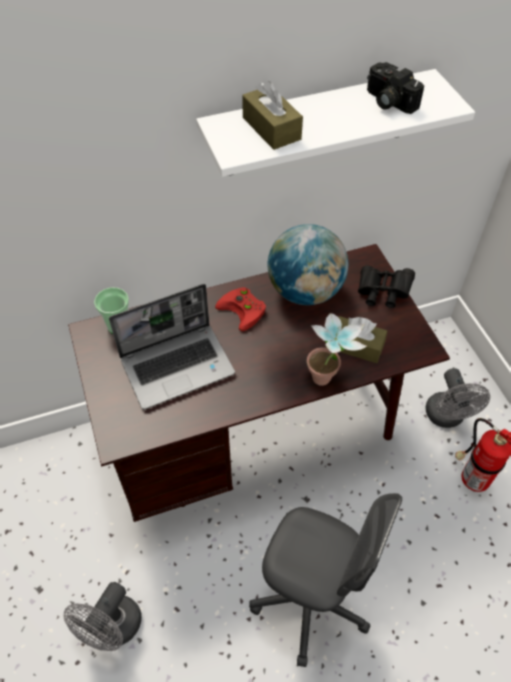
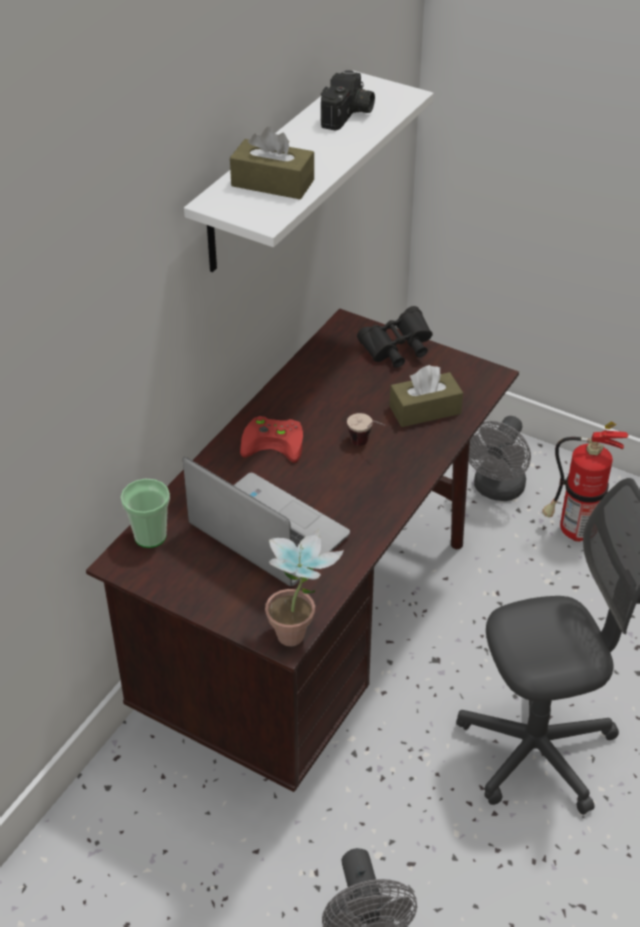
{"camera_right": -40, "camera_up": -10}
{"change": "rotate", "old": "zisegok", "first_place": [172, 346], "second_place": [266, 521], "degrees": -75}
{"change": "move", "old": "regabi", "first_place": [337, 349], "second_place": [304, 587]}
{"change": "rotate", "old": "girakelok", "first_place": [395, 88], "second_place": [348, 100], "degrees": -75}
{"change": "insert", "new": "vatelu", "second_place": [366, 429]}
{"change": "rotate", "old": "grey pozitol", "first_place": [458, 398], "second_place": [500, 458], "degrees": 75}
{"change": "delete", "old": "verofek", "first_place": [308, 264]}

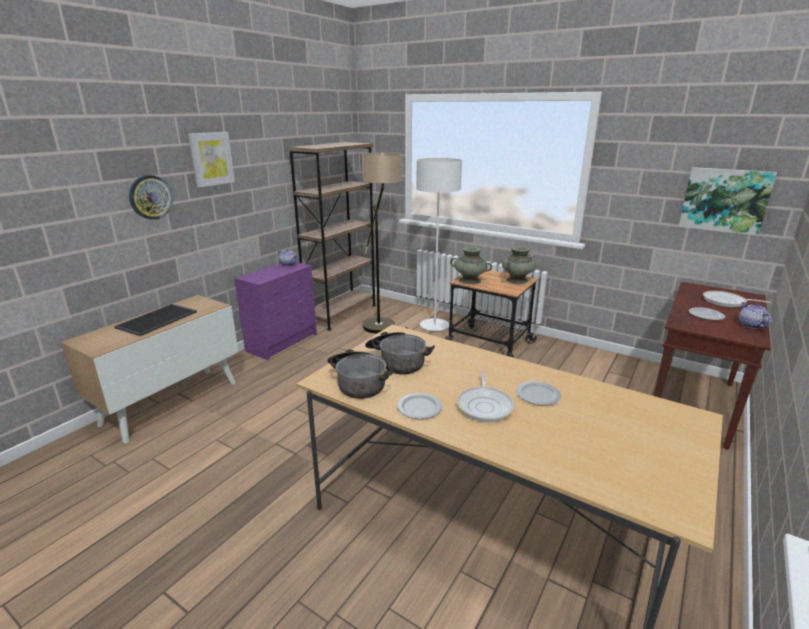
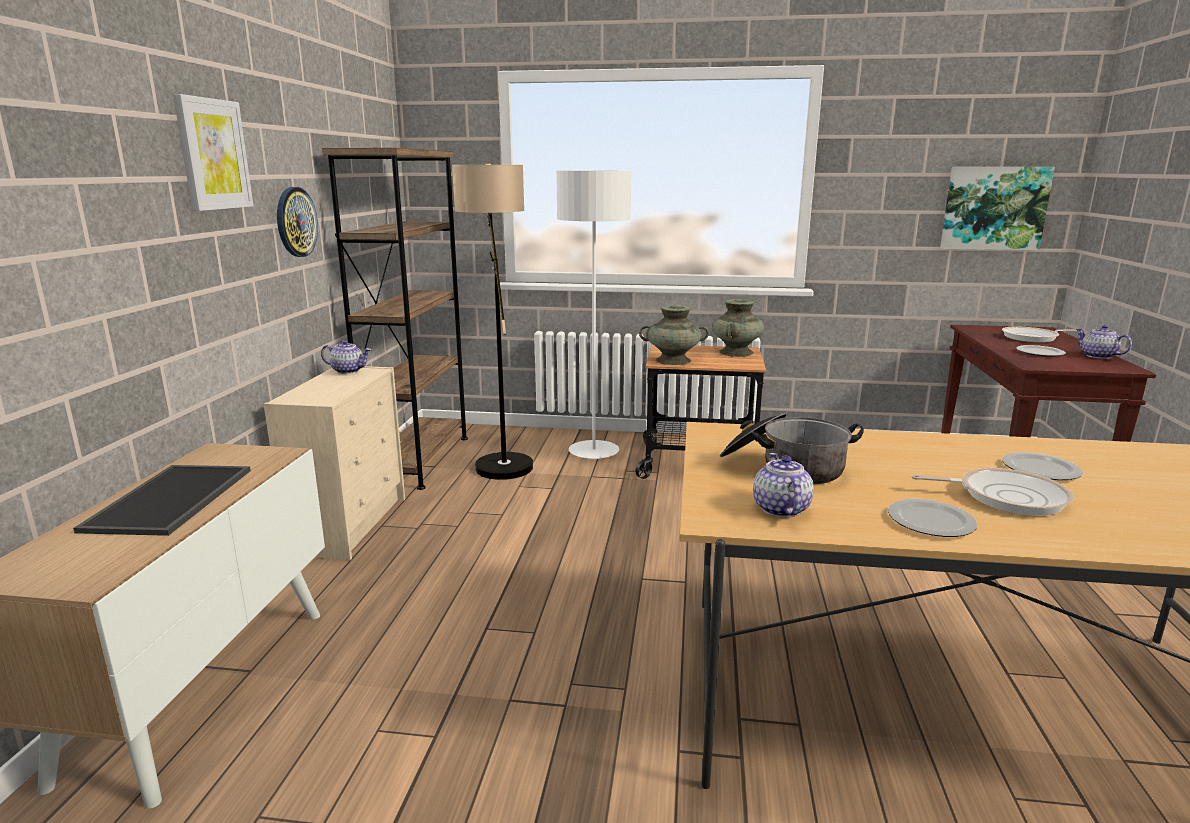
{"camera_right": -25, "camera_up": -5}
{"change": "recolor", "old": "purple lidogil", "new": "beige lidogil", "first_place": [275, 311], "second_place": [334, 463]}
{"change": "move", "old": "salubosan", "first_place": [151, 197], "second_place": [297, 222]}
{"change": "replace", "old": "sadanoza", "new": "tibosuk", "first_place": [360, 374], "second_place": [783, 485]}
{"change": "rotate", "old": "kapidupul", "first_place": [485, 396], "second_place": [992, 492], "degrees": -60}

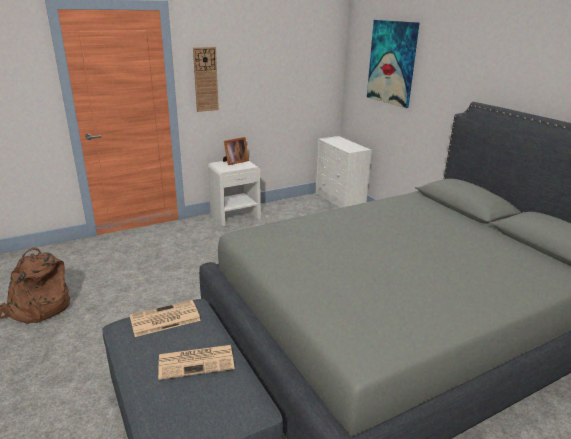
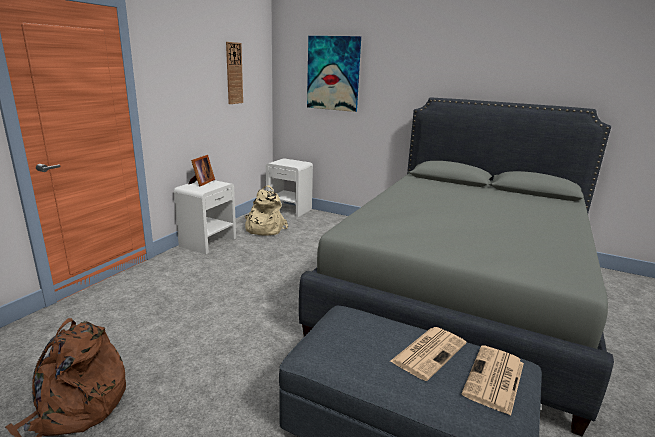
{"camera_right": -35, "camera_up": -5}
{"change": "move", "old": "salubosan", "first_place": [206, 79], "second_place": [234, 73]}
{"change": "insert", "new": "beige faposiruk", "second_place": [266, 210]}
{"change": "replace", "old": "white lidogil", "new": "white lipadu", "first_place": [343, 172], "second_place": [289, 187]}
{"change": "move", "old": "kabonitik", "first_place": [165, 318], "second_place": [492, 380]}

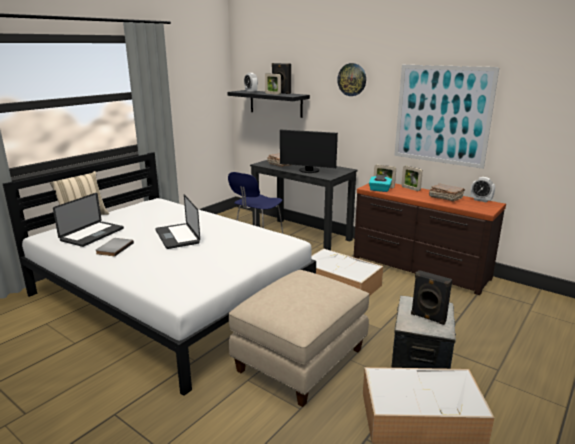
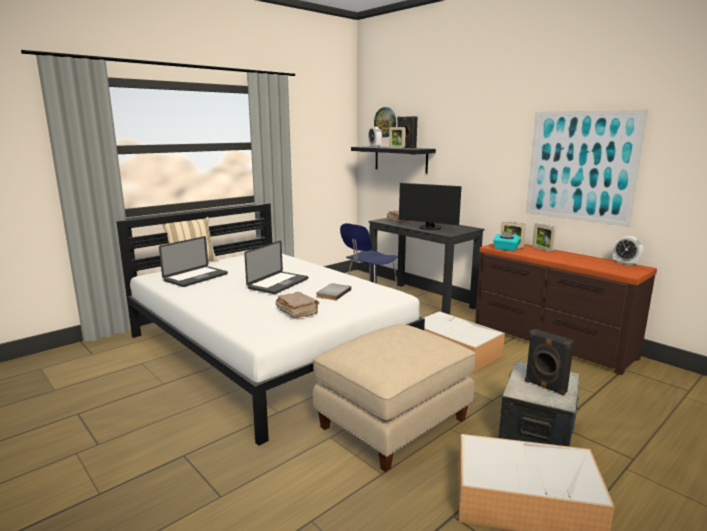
{"camera_right": 10, "camera_up": -5}
{"change": "rotate", "old": "zisegok", "first_place": [177, 221], "second_place": [276, 267], "degrees": -135}
{"change": "move", "old": "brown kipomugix", "first_place": [447, 193], "second_place": [297, 305]}
{"change": "move", "old": "grey kipomugix", "first_place": [115, 247], "second_place": [333, 291]}
{"change": "move", "old": "salubosan", "first_place": [351, 79], "second_place": [385, 122]}

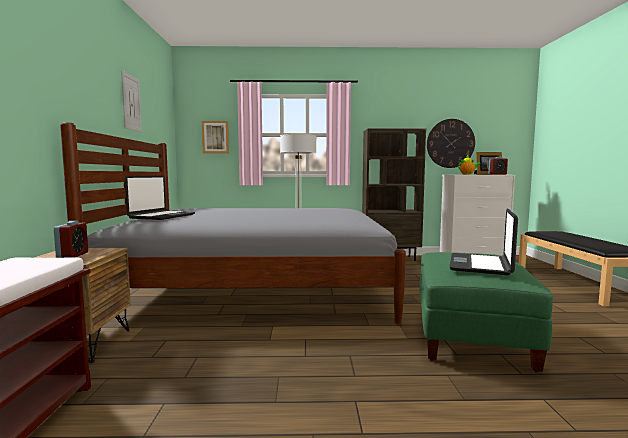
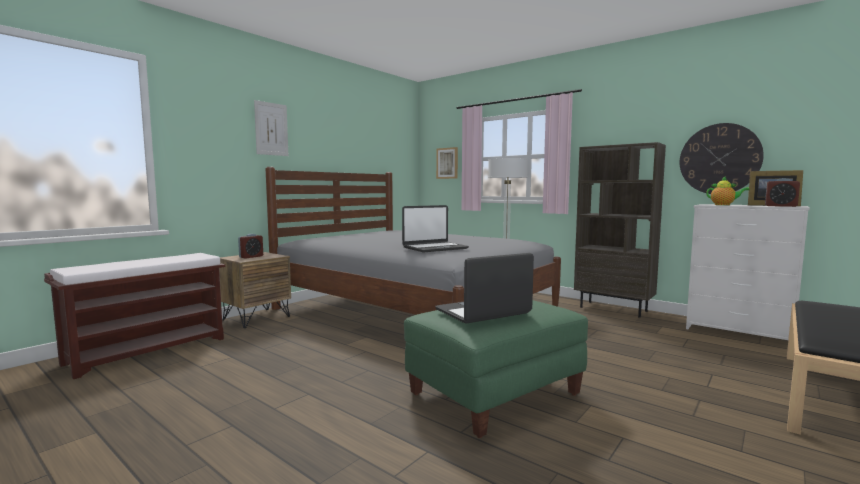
{"camera_right": 40, "camera_up": 0}
{"change": "move", "old": "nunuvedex", "first_place": [131, 101], "second_place": [271, 128]}
{"change": "move", "old": "zisegok", "first_place": [160, 197], "second_place": [435, 229]}

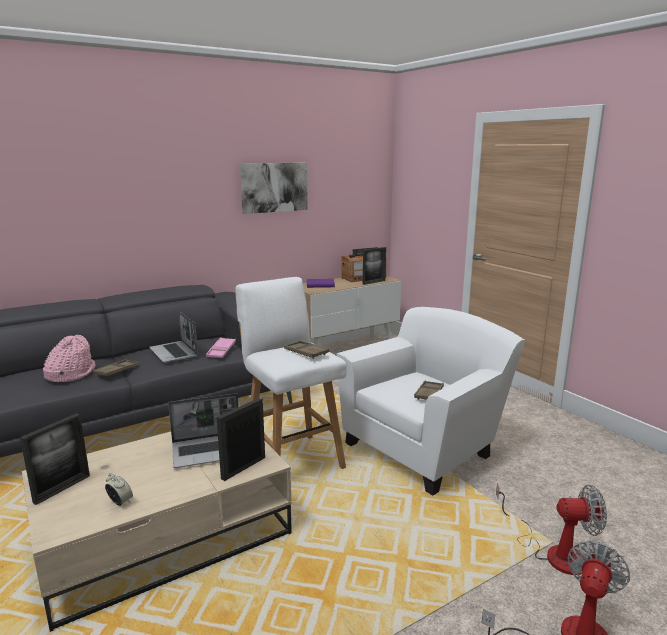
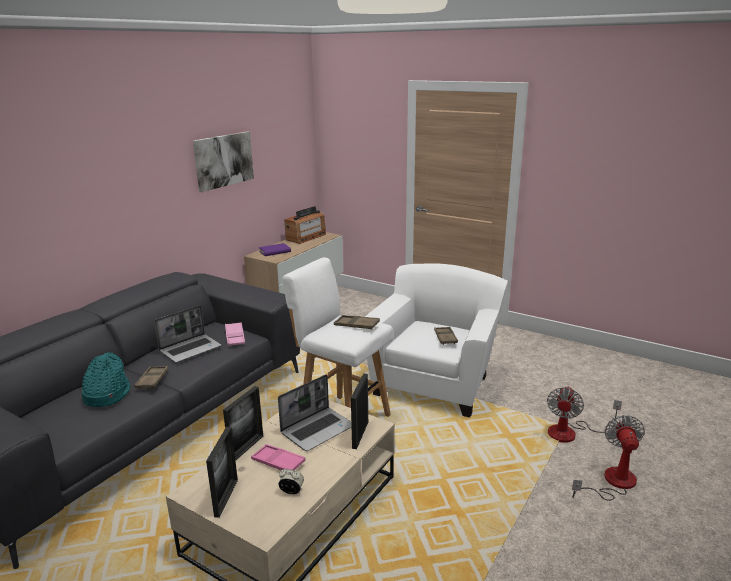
{"camera_right": -25, "camera_up": 5}
{"change": "recolor", "old": "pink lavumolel", "new": "turquoise lavumolel", "first_place": [69, 358], "second_place": [106, 379]}
{"change": "rotate", "old": "zisegok", "first_place": [173, 337], "second_place": [188, 334], "degrees": -75}
{"change": "move", "old": "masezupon", "first_place": [374, 266], "second_place": [243, 423]}
{"change": "insert", "new": "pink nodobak", "second_place": [278, 457]}
{"change": "rotate", "old": "pozitol", "first_place": [551, 529], "second_place": [584, 414], "degrees": 135}

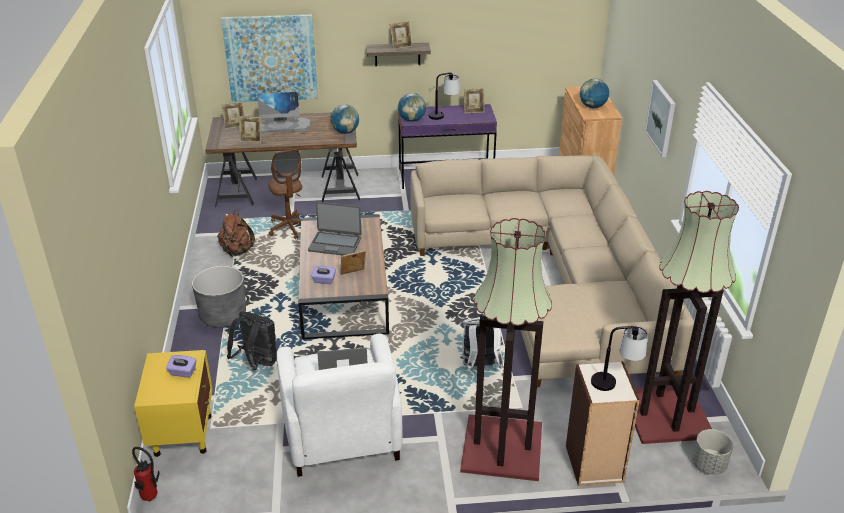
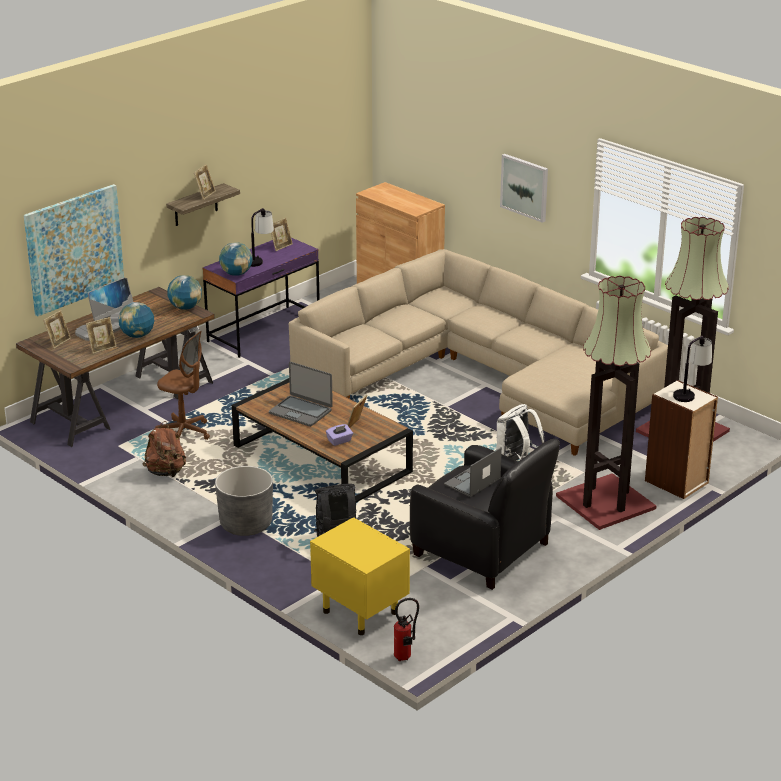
{"camera_right": -40, "camera_up": -5}
{"change": "move", "old": "verofek", "first_place": [594, 93], "second_place": [136, 320]}
{"change": "rotate", "old": "zisegok", "first_place": [334, 228], "second_place": [301, 394], "degrees": 60}
{"change": "recolor", "old": "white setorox", "new": "black setorox", "first_place": [340, 405], "second_place": [485, 514]}
{"change": "delete", "old": "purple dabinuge", "first_place": [181, 366]}
{"change": "delete", "old": "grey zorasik", "first_place": [712, 452]}

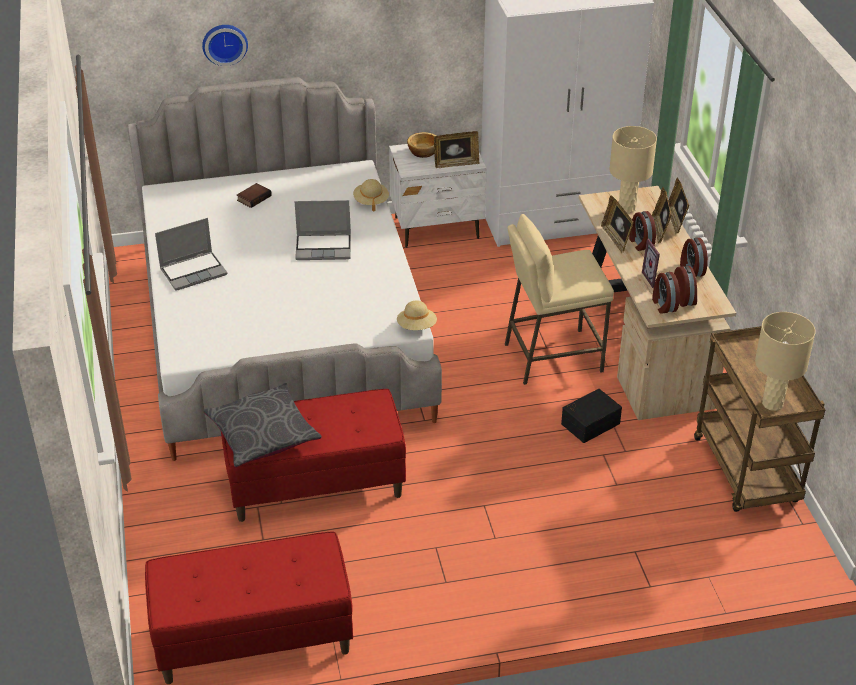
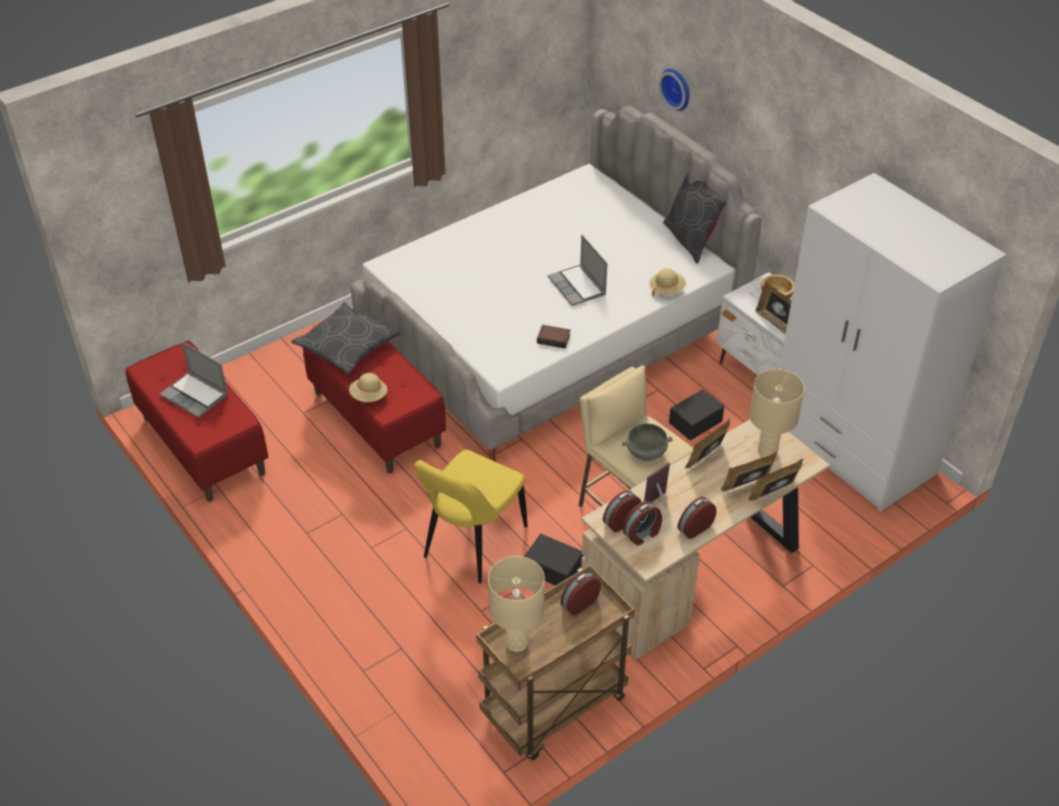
{"camera_right": 65, "camera_up": 5}
{"change": "move", "old": "zisegok", "first_place": [191, 254], "second_place": [194, 380]}
{"change": "move", "old": "beige lavumolel", "first_place": [417, 315], "second_place": [368, 387]}
{"change": "insert", "new": "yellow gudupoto", "second_place": [470, 517]}
{"change": "move", "old": "kipomugix", "first_place": [254, 195], "second_place": [554, 336]}
{"change": "move", "old": "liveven", "first_place": [642, 231], "second_place": [580, 593]}
{"change": "insert", "new": "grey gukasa", "second_place": [647, 442]}
{"change": "insert", "new": "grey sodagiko", "second_place": [695, 218]}
{"change": "insert", "new": "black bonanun", "second_place": [696, 414]}

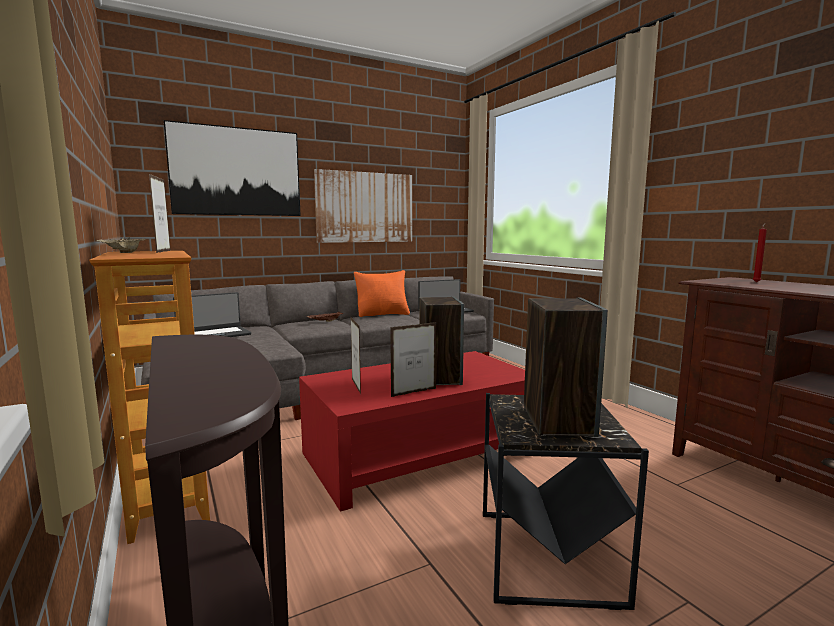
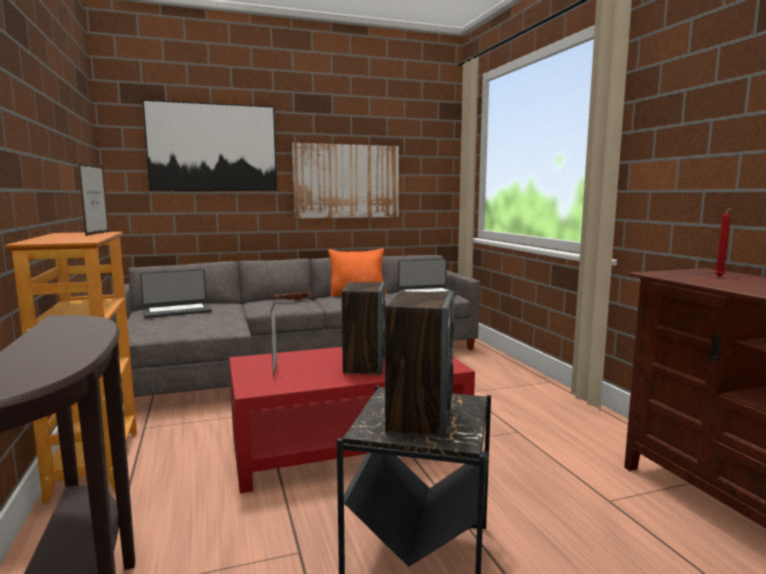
{"camera_right": 10, "camera_up": 0}
{"change": "delete", "old": "beige nodobak", "first_place": [121, 245]}
{"change": "delete", "old": "masezupon", "first_place": [413, 359]}

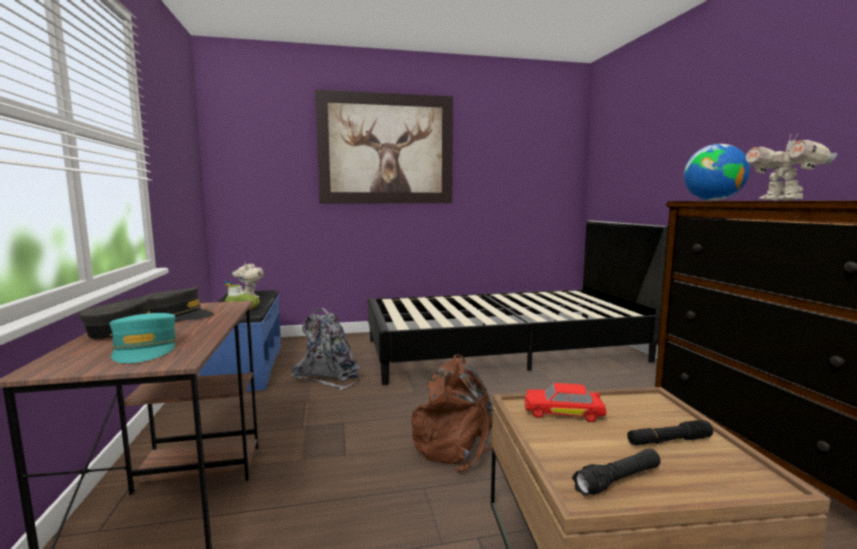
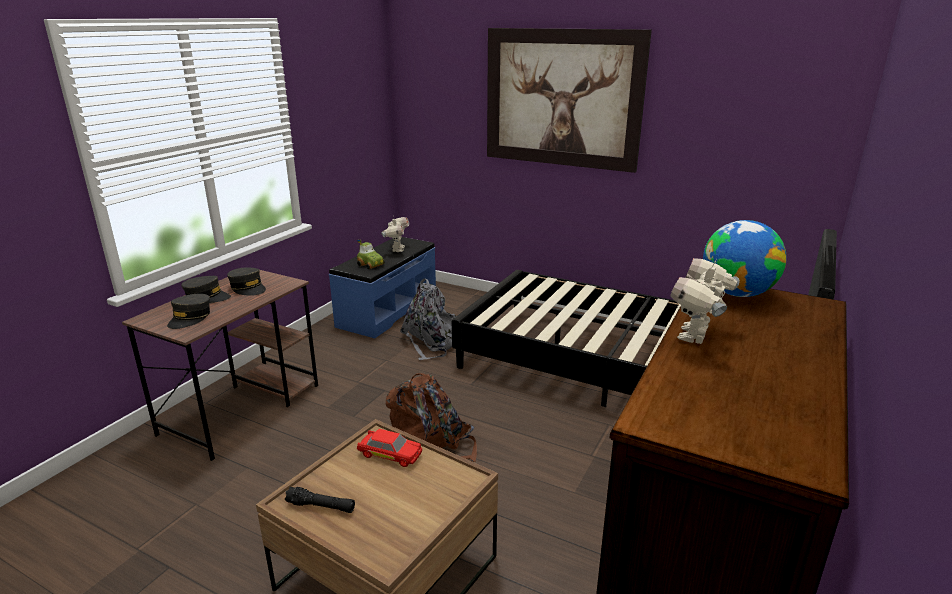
{"camera_right": 40, "camera_up": 15}
{"change": "recolor", "old": "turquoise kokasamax", "new": "grey kokasamax", "first_place": [143, 338], "second_place": [188, 311]}
{"change": "rotate", "old": "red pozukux", "first_place": [566, 402], "second_place": [389, 448], "degrees": 150}
{"change": "delete", "old": "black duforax", "first_place": [670, 432]}

